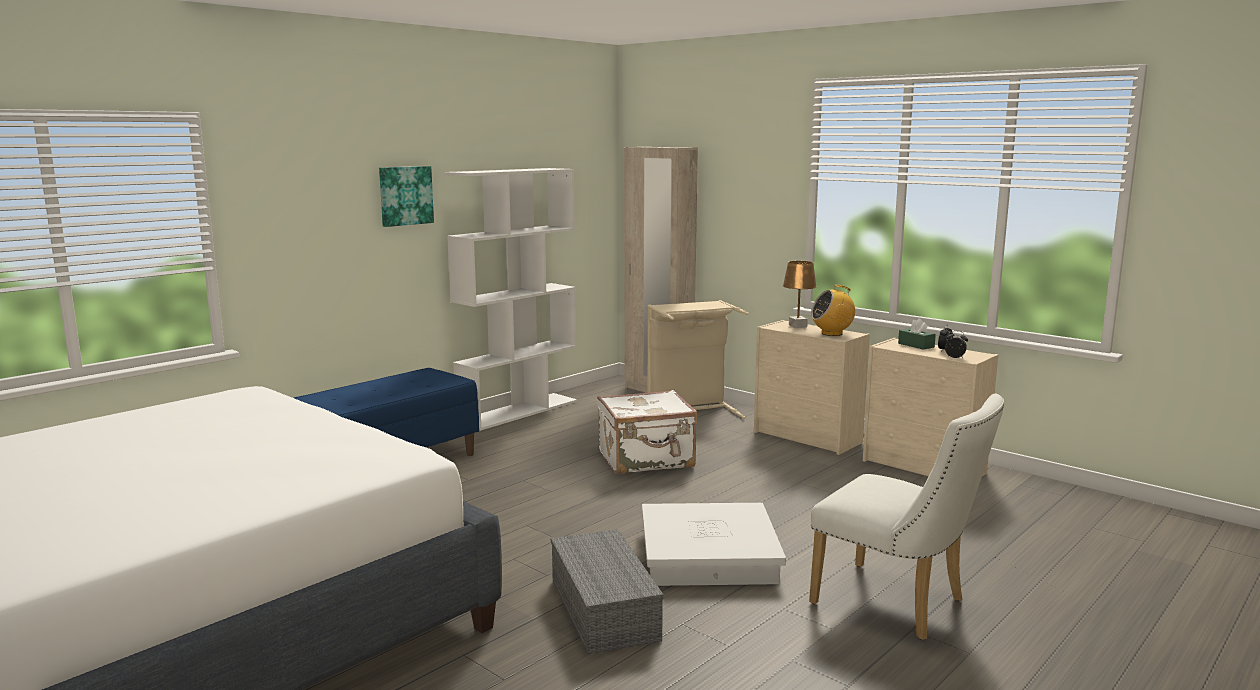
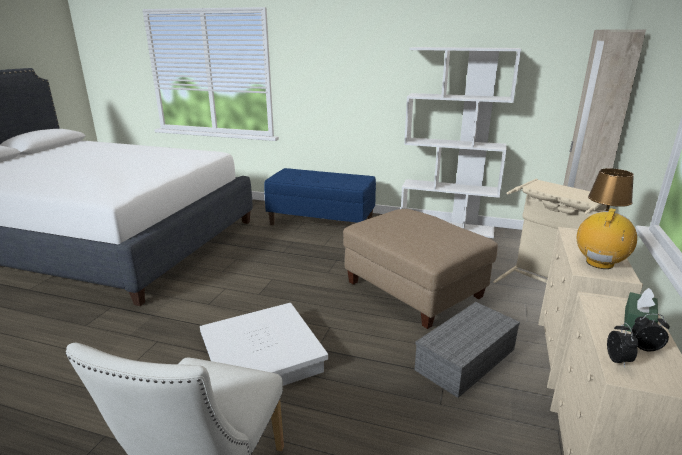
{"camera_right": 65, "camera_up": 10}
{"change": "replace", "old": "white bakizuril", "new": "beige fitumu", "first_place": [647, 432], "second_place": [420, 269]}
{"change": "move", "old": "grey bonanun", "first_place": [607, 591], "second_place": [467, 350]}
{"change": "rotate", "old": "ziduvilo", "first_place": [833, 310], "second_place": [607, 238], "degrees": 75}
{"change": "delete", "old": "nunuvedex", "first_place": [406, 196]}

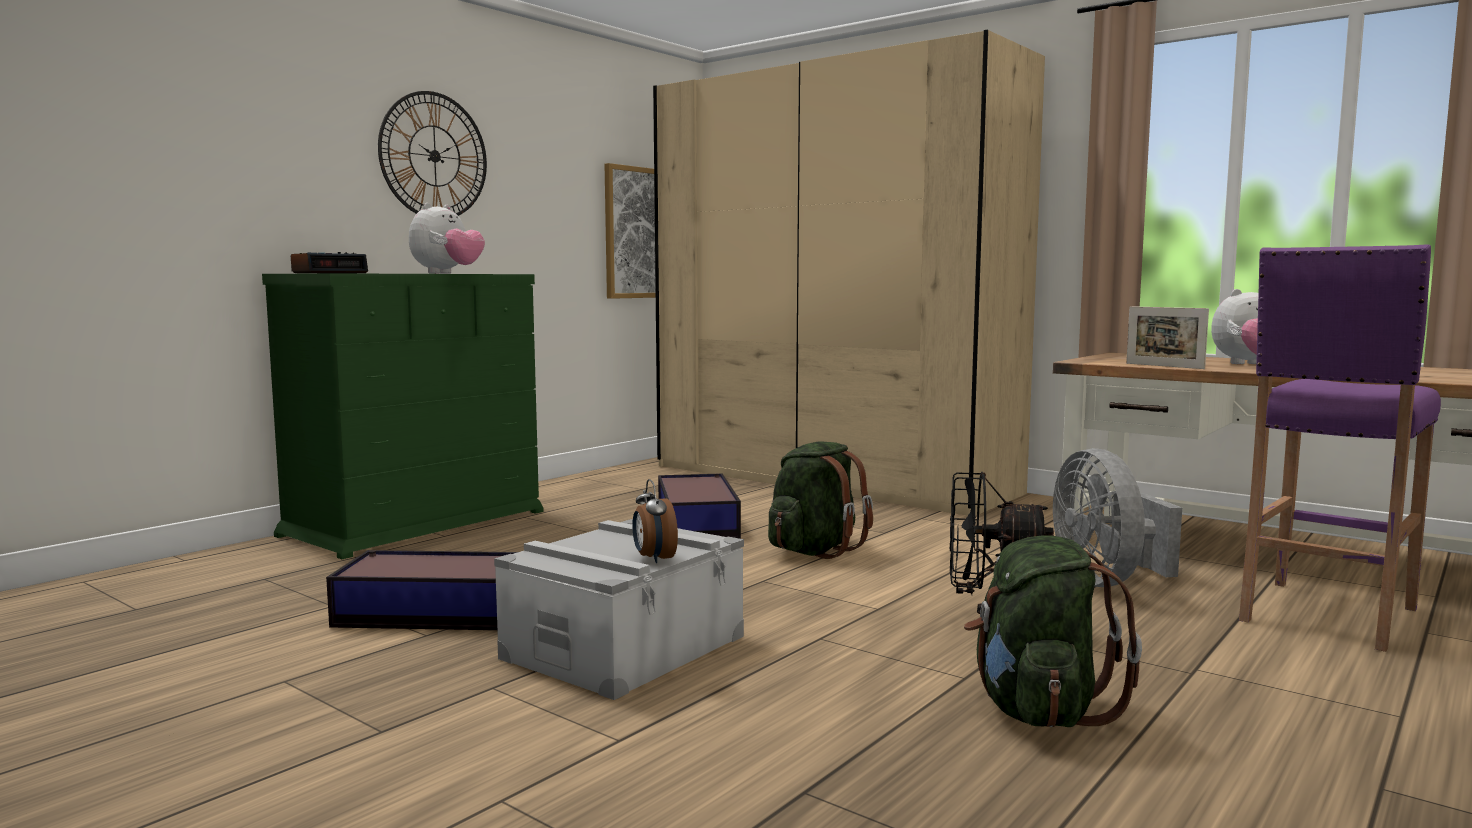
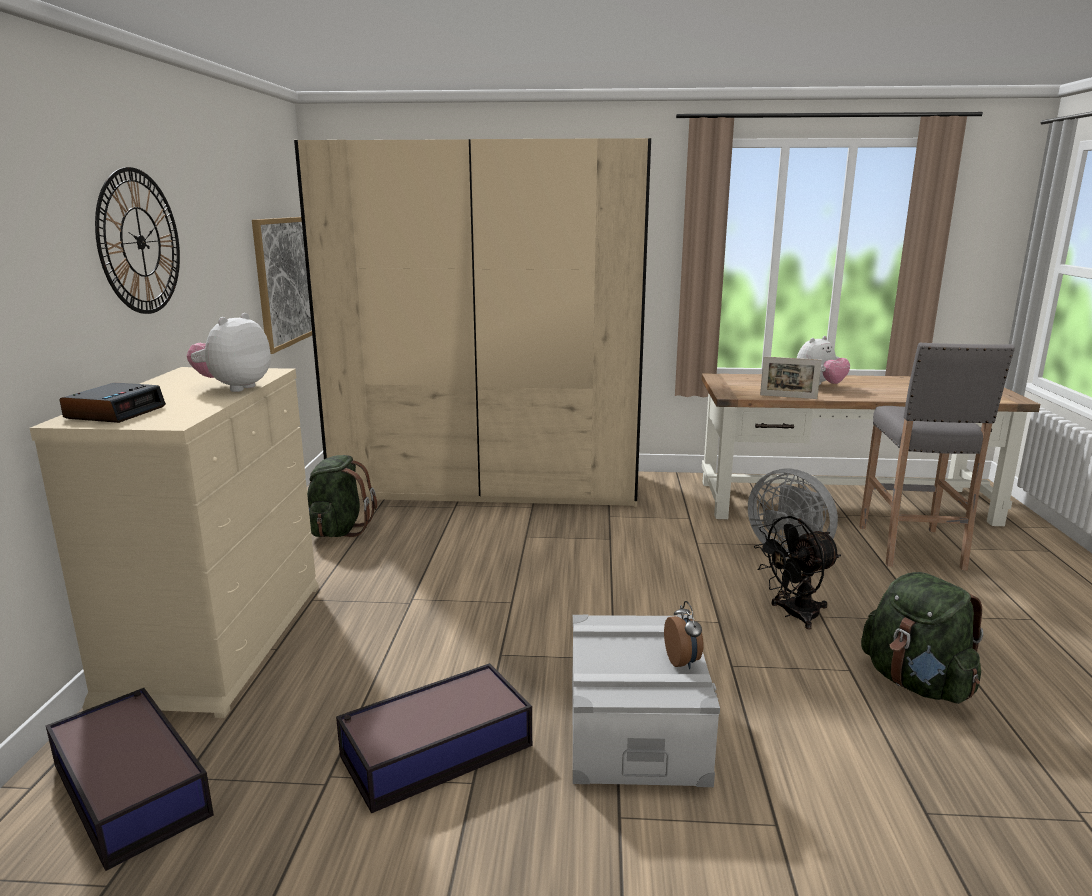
{"camera_right": -35, "camera_up": 10}
{"change": "recolor", "old": "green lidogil", "new": "beige lidogil", "first_place": [403, 416], "second_place": [174, 542]}
{"change": "move", "old": "bonanun", "first_place": [699, 506], "second_place": [130, 779]}
{"change": "rotate", "old": "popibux", "first_place": [447, 238], "second_place": [229, 352], "degrees": -150}
{"change": "move", "old": "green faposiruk", "first_place": [820, 500], "second_place": [342, 496]}
{"change": "rotate", "old": "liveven", "first_place": [655, 521], "second_place": [684, 635], "degrees": -135}
{"change": "recolor", "old": "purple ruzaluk", "new": "grey ruzaluk", "first_place": [1340, 448], "second_place": [937, 456]}

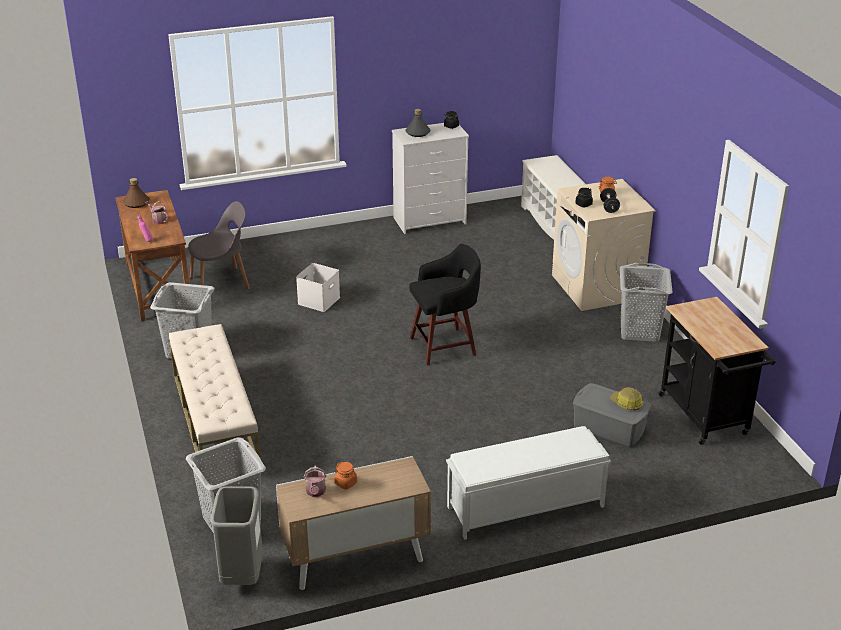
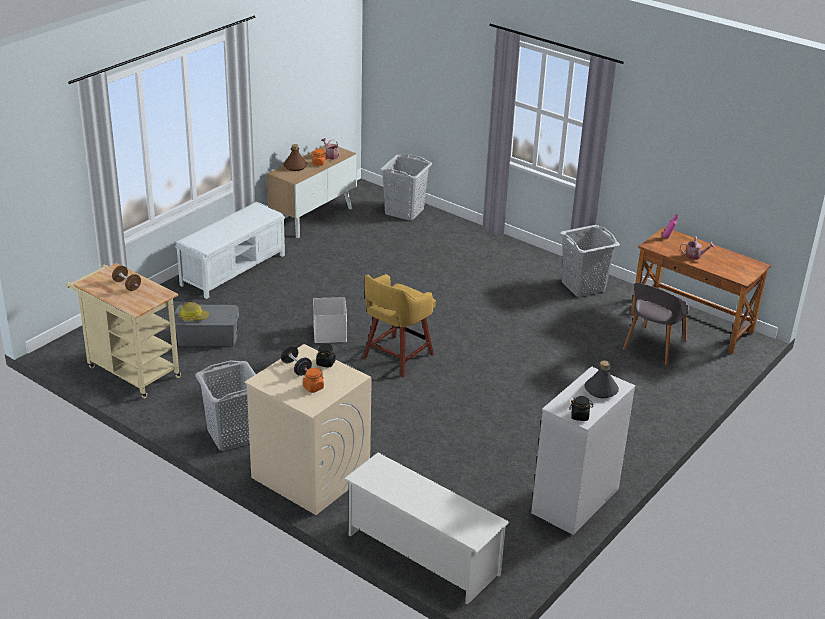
{"camera_right": 145, "camera_up": 0}
{"change": "recolor", "old": "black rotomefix", "new": "beige rotomefix", "first_place": [717, 371], "second_place": [123, 330]}
{"change": "insert", "new": "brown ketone", "second_place": [126, 278]}
{"change": "move", "old": "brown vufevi", "first_place": [136, 193], "second_place": [295, 157]}
{"change": "move", "old": "white bonanun", "first_place": [318, 287], "second_place": [330, 320]}
{"change": "recolor", "old": "black ruzaluk", "new": "yellow ruzaluk", "first_place": [445, 304], "second_place": [399, 325]}
{"change": "delete", "old": "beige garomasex", "first_place": [215, 398]}
{"change": "delete", "old": "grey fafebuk", "first_place": [236, 535]}

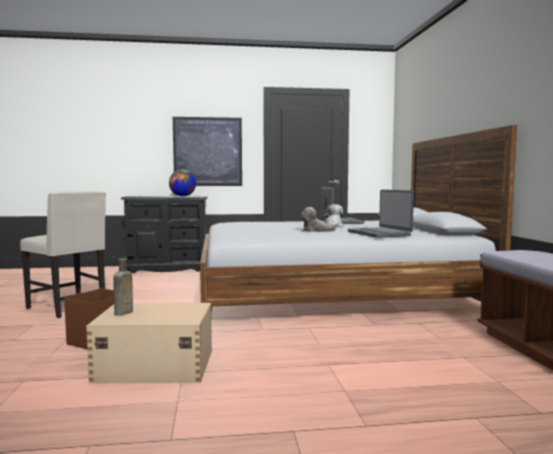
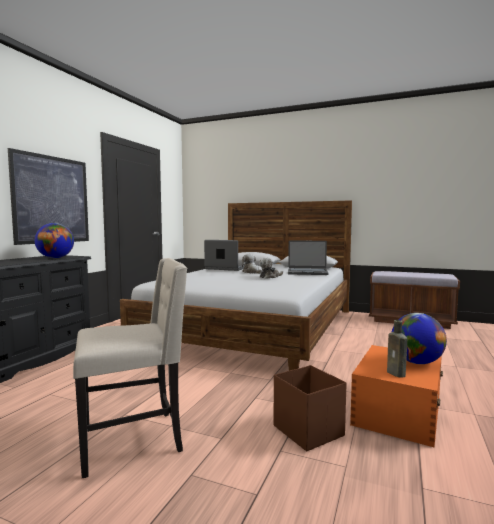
{"camera_right": -60, "camera_up": 0}
{"change": "recolor", "old": "beige bonanun", "new": "orange bonanun", "first_place": [149, 343], "second_place": [396, 396]}
{"change": "insert", "new": "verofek", "second_place": [419, 338]}

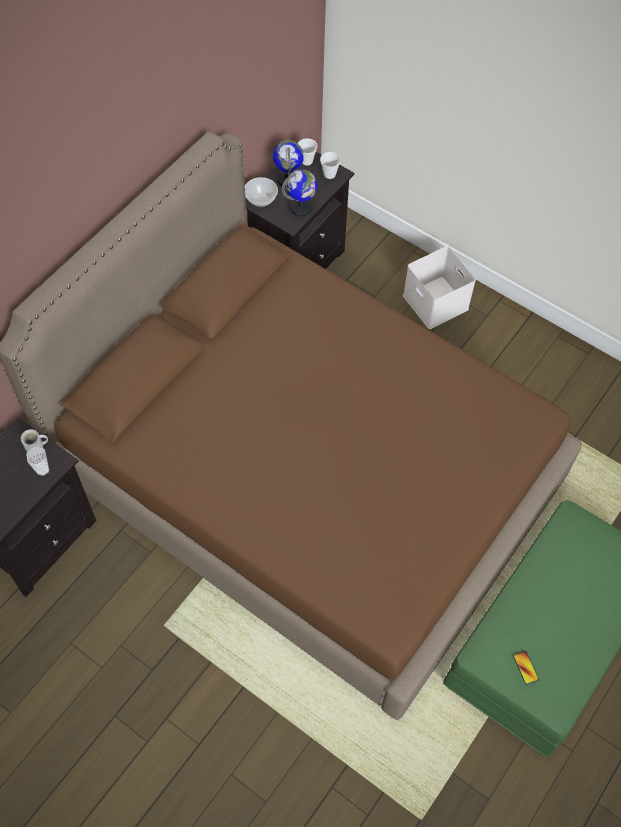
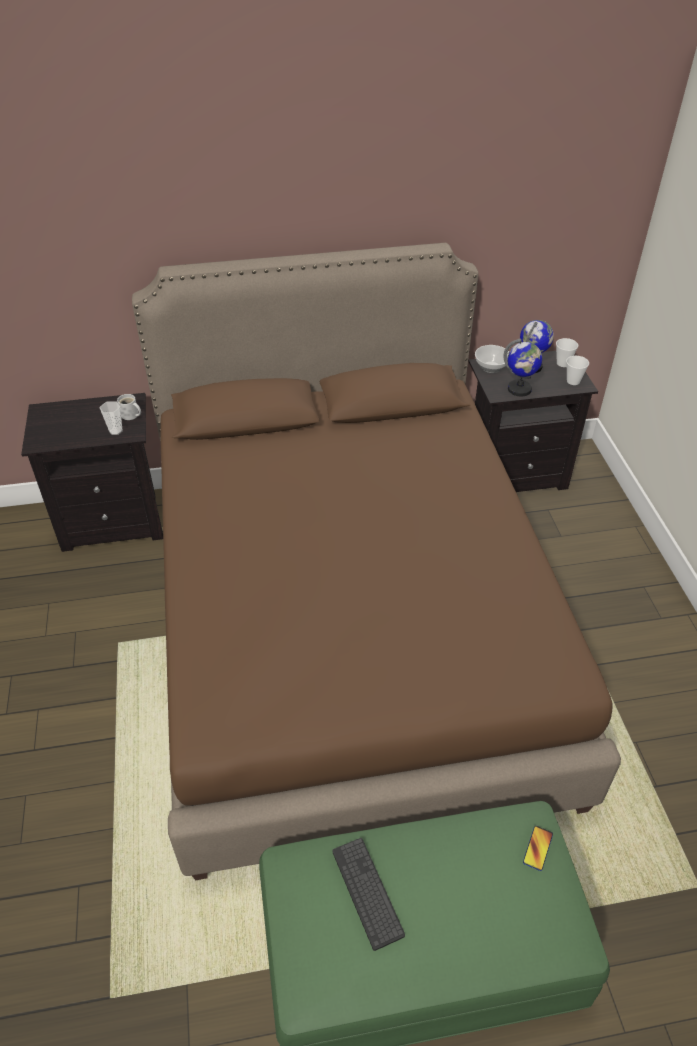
{"camera_right": 45, "camera_up": -15}
{"change": "insert", "new": "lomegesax", "second_place": [368, 894]}
{"change": "move", "old": "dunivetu", "first_place": [526, 668], "second_place": [538, 848]}
{"change": "delete", "old": "white bonanun", "first_place": [439, 287]}

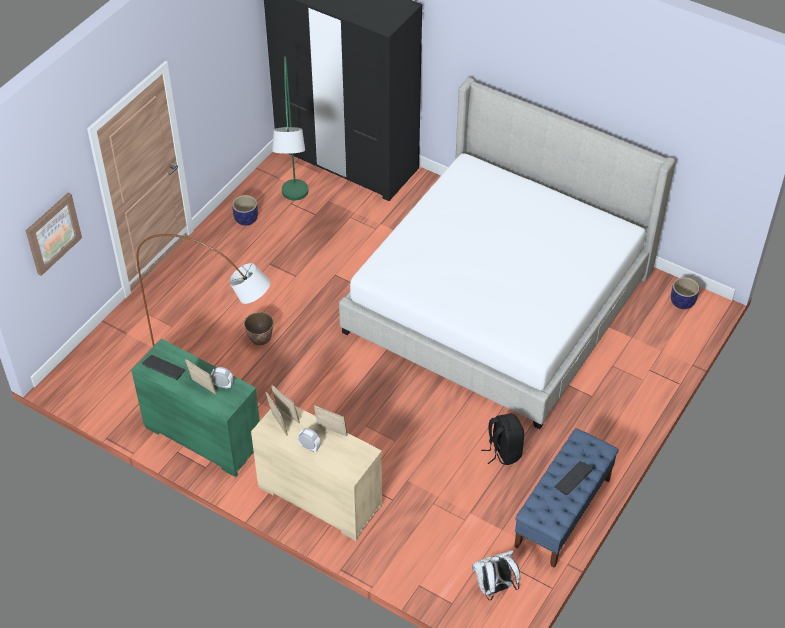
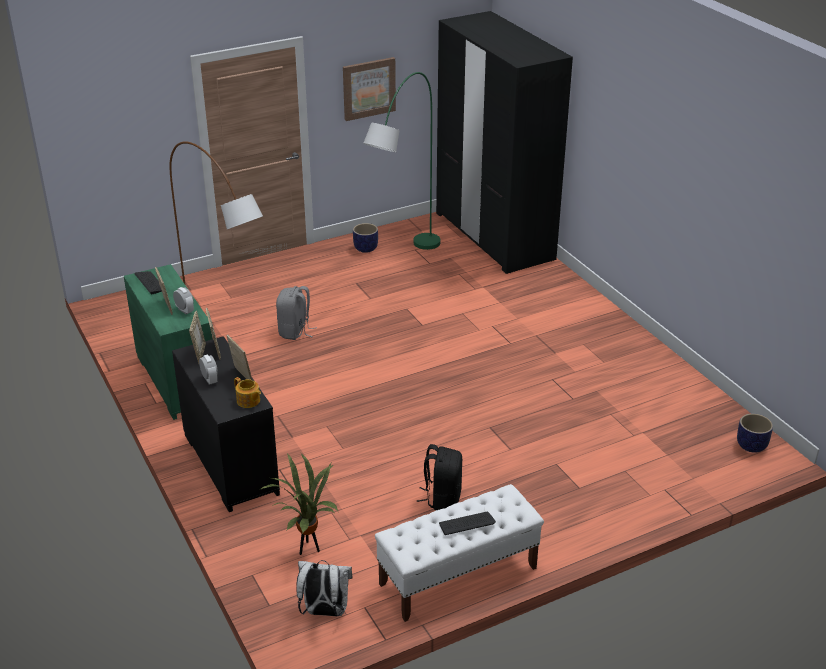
{"camera_right": 30, "camera_up": -15}
{"change": "recolor", "old": "beige lidogil", "new": "black lidogil", "first_place": [316, 472], "second_place": [226, 424]}
{"change": "insert", "new": "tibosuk", "second_place": [247, 392]}
{"change": "insert", "new": "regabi", "second_place": [300, 504]}
{"change": "replace", "old": "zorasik", "new": "grey faposiruk", "first_place": [259, 328], "second_place": [296, 313]}
{"change": "move", "old": "nunuvedex", "first_place": [54, 234], "second_place": [369, 89]}
{"change": "recolor", "old": "blue garomasex", "new": "white garomasex", "first_place": [566, 498], "second_place": [459, 553]}
{"change": "delete", "old": "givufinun", "first_place": [507, 253]}

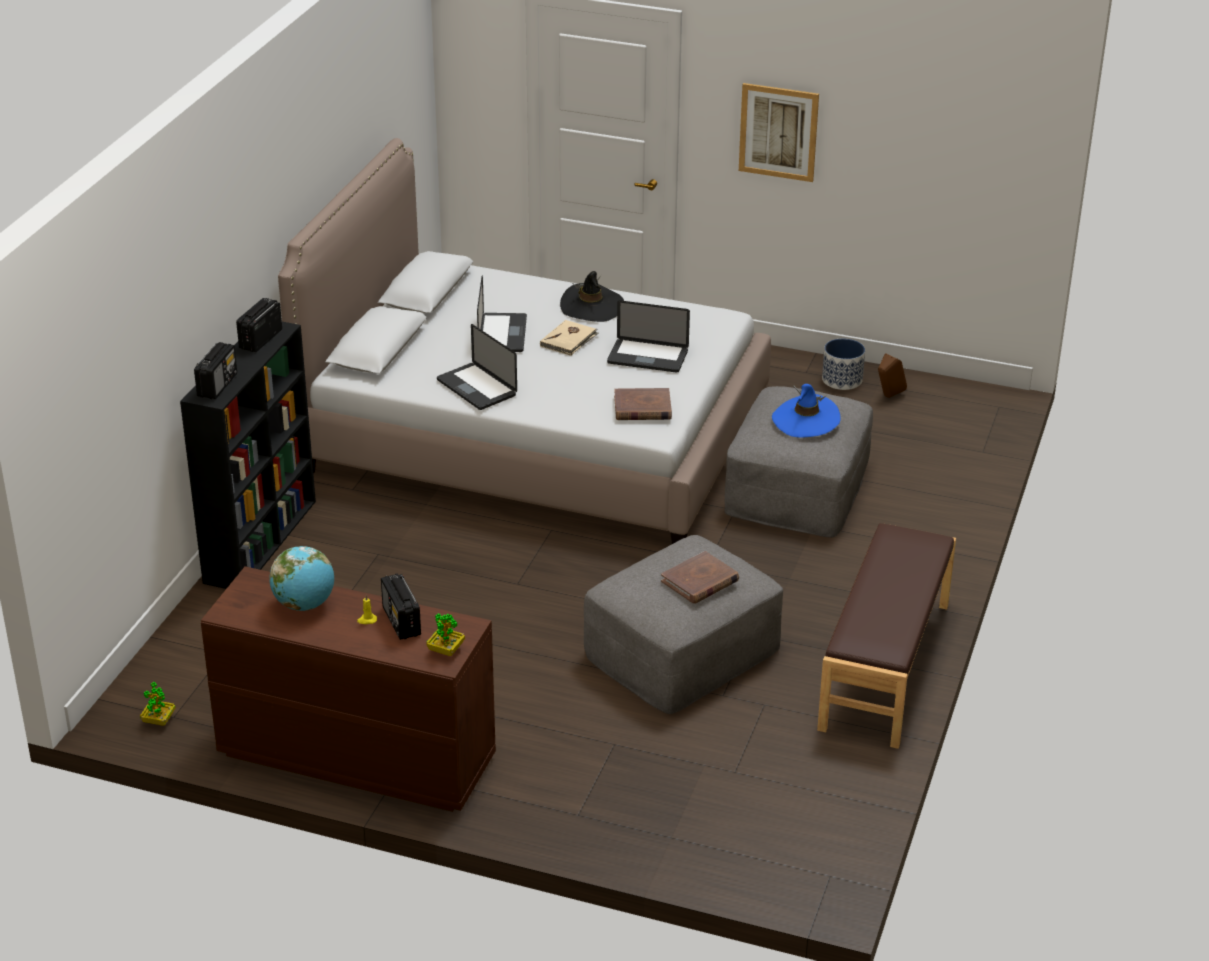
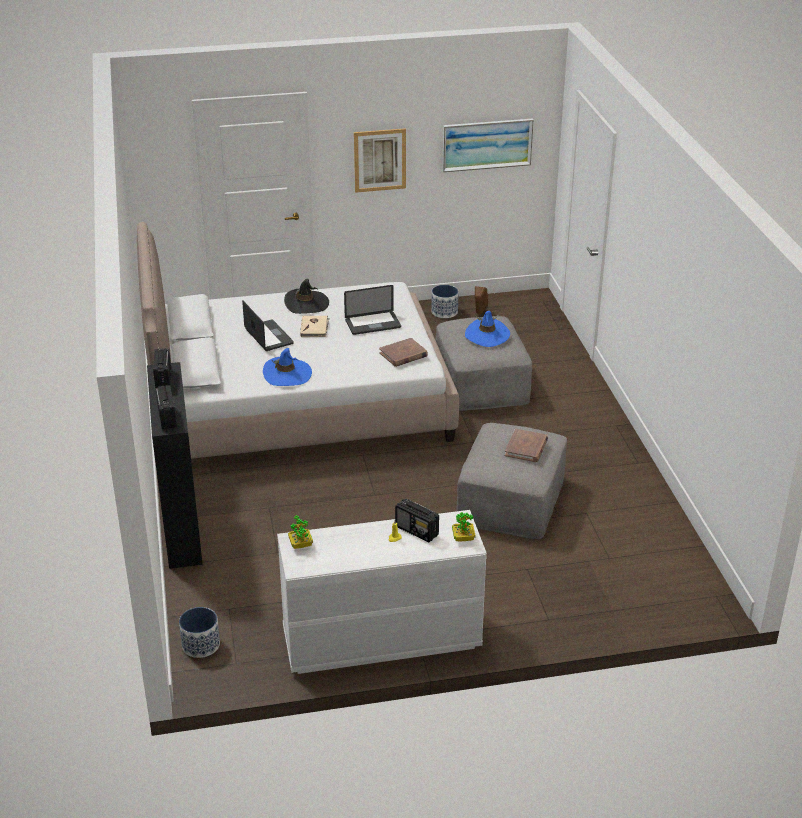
{"camera_right": -30, "camera_up": 0}
{"change": "insert", "new": "zorasik", "second_place": [199, 632]}
{"change": "replace", "old": "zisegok", "new": "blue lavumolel", "first_place": [477, 367], "second_place": [287, 367]}
{"change": "recolor", "old": "brown lidogil", "new": "white lidogil", "first_place": [348, 689], "second_place": [382, 592]}
{"change": "move", "old": "regabi", "first_place": [158, 704], "second_place": [300, 532]}
{"change": "insert", "new": "nunuvedex", "second_place": [488, 145]}
{"change": "delete", "old": "verofek", "first_place": [301, 578]}
{"change": "delete", "old": "brown garomasex", "first_place": [886, 636]}

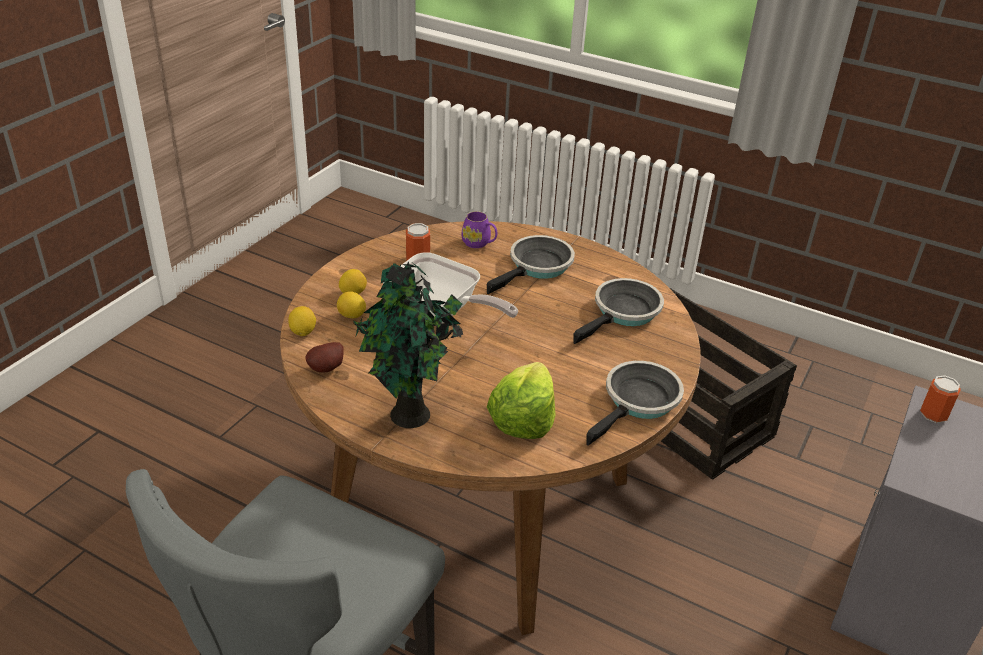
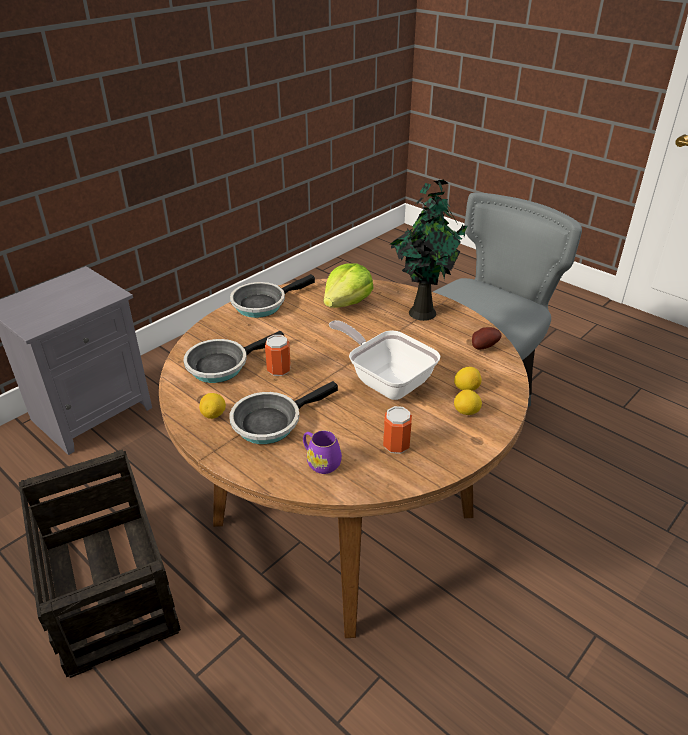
{"camera_right": -165, "camera_up": 0}
{"change": "move", "old": "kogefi", "first_place": [302, 321], "second_place": [212, 406]}
{"change": "move", "old": "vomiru", "first_place": [940, 399], "second_place": [278, 355]}

